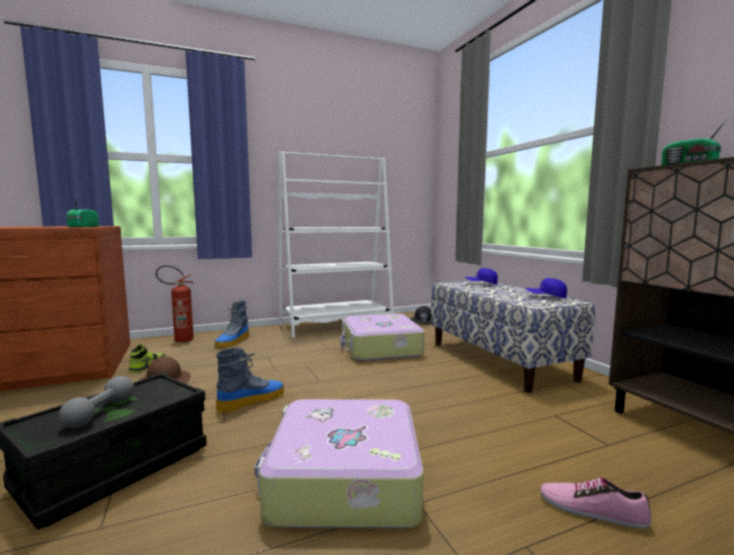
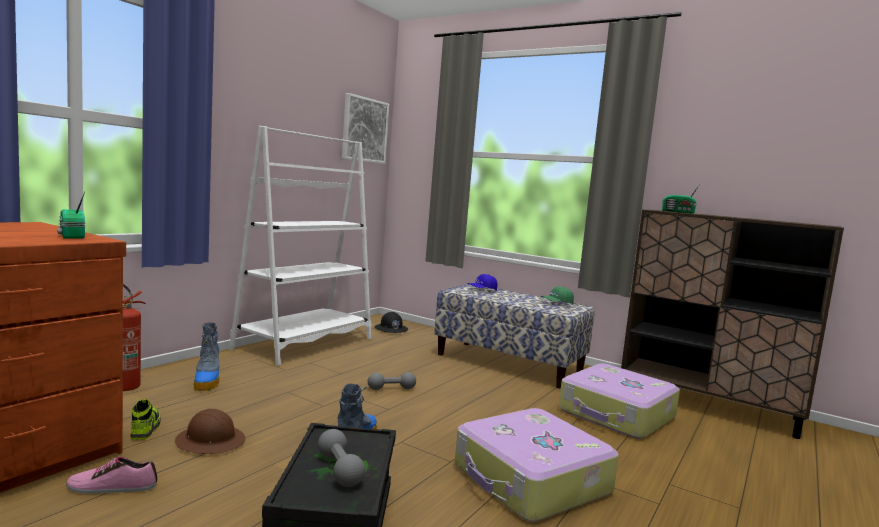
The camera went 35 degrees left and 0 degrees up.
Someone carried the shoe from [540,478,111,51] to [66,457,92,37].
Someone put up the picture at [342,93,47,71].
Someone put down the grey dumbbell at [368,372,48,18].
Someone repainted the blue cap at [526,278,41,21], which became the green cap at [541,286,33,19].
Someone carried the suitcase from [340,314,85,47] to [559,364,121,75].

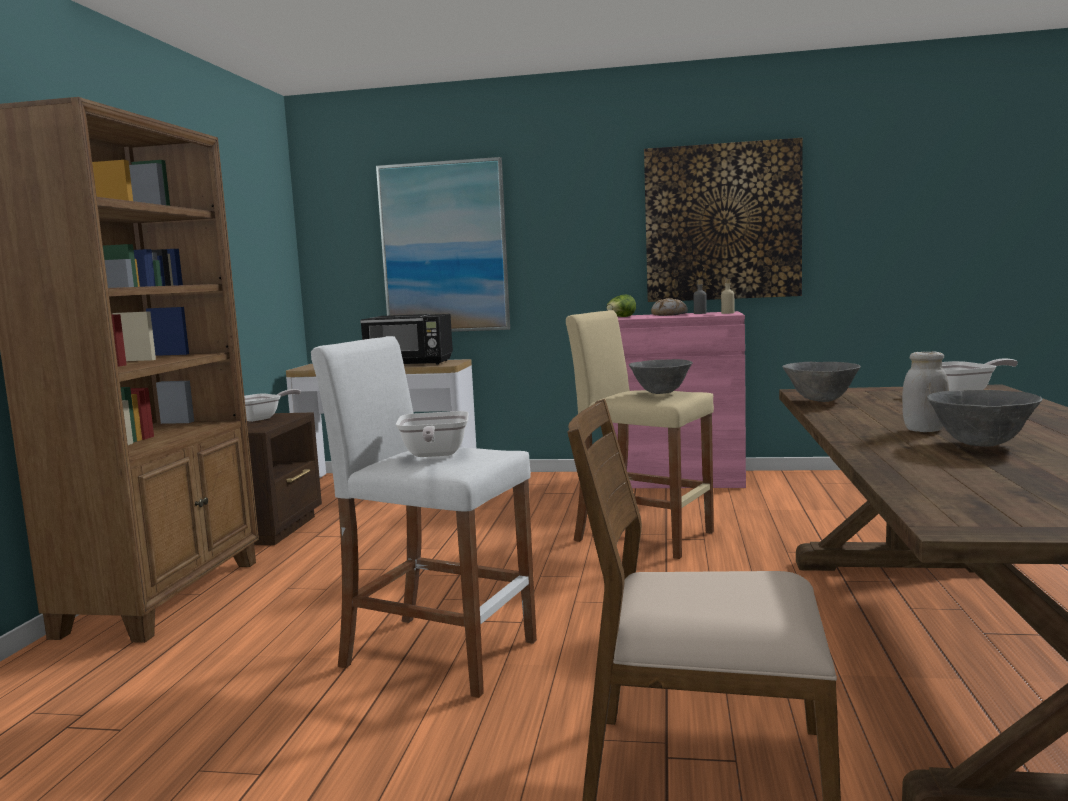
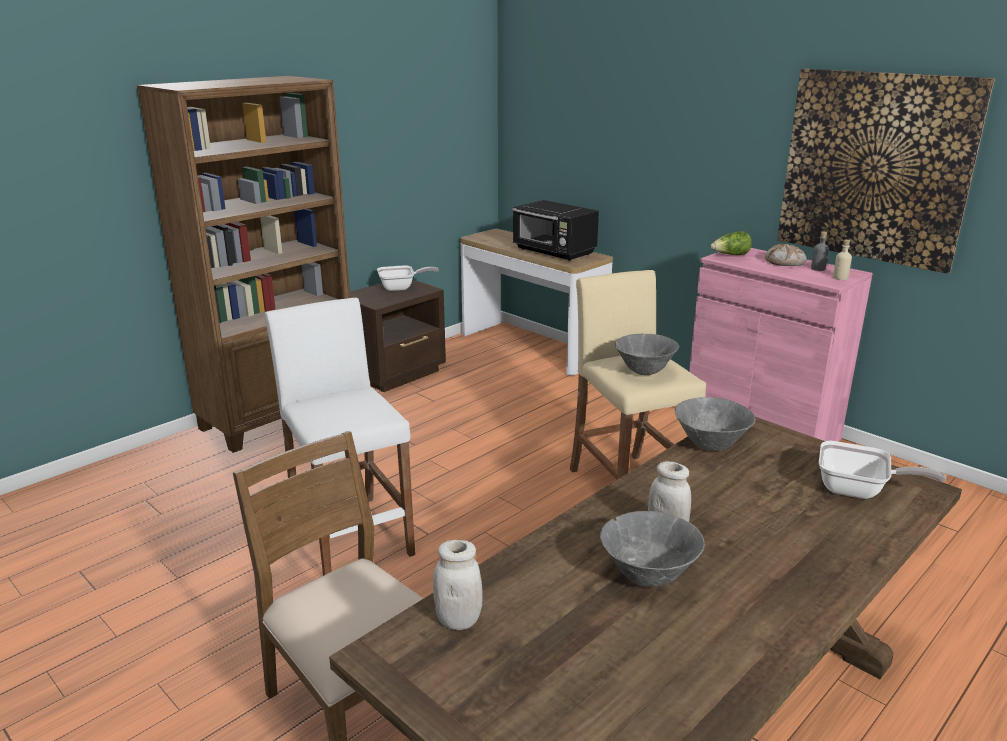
The camera went 35 degrees right and 15 degrees up.
Someone put down the white jar at [433,540,50,90].
Someone took away the picture at [376,157,134,175].
Someone took away the frying pan at [396,411,73,46].

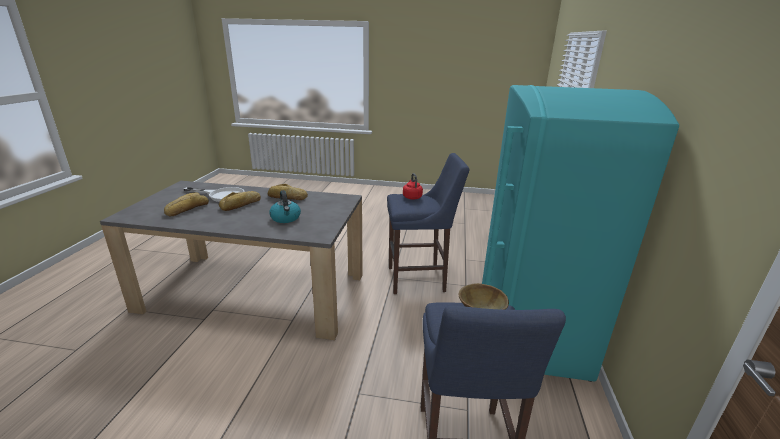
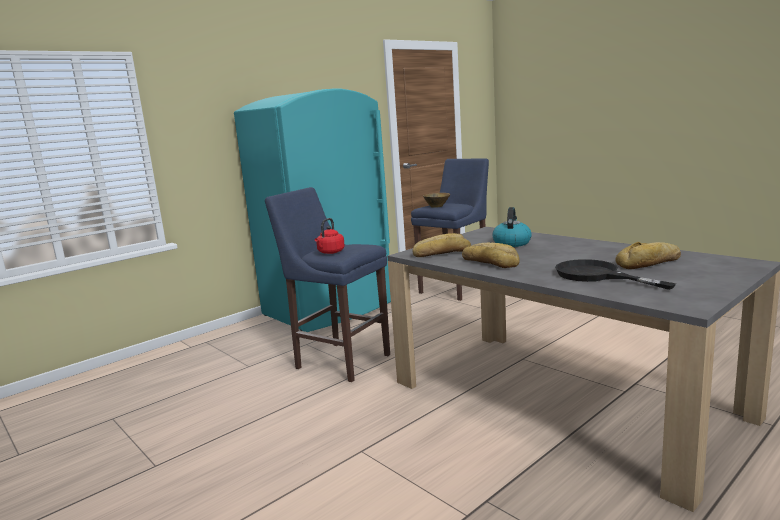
The camera went 140 degrees left and 10 degrees down.
Someone carried the bread from [219,191,42,20] to [412,233,59,24].
Someone repainted the white frying pan at [184,187,60,15], which became the black frying pan at [555,259,121,31].

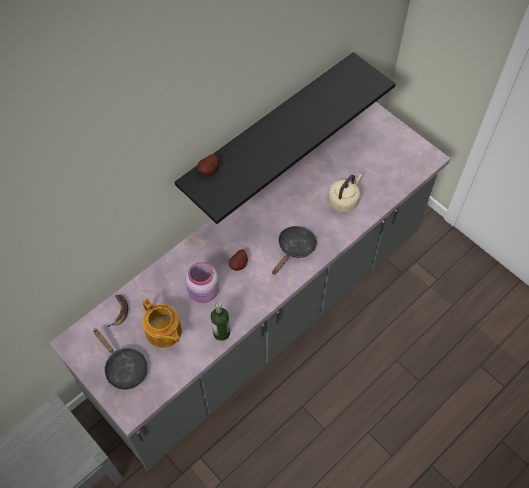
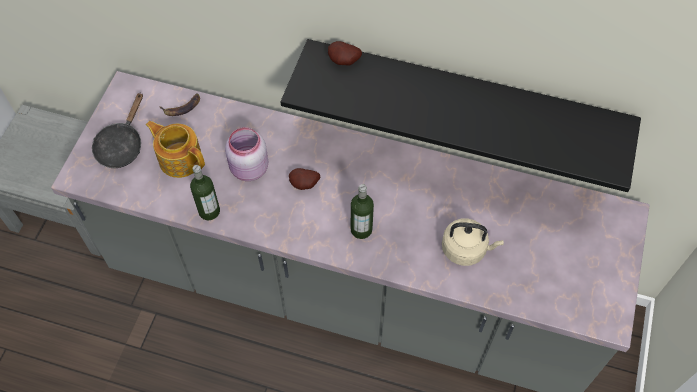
The camera went 60 degrees right and 0 degrees up.
Someone rotated the teapot at [142,299,40,49] by 105 degrees clockwise.
Someone swapped the black frying pan at [272,226,45,49] for the bottle at [351,184,23,55].

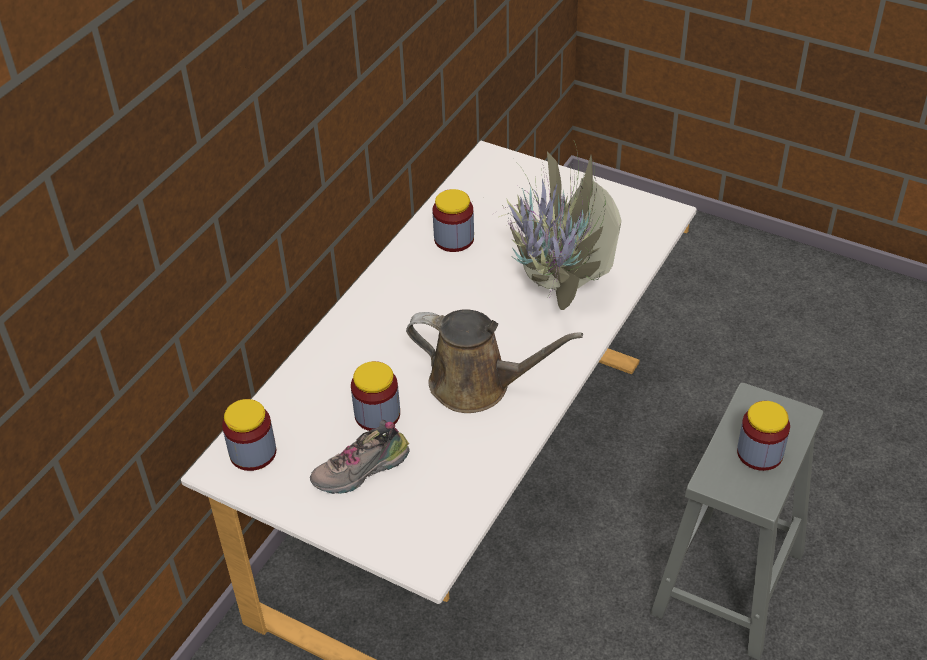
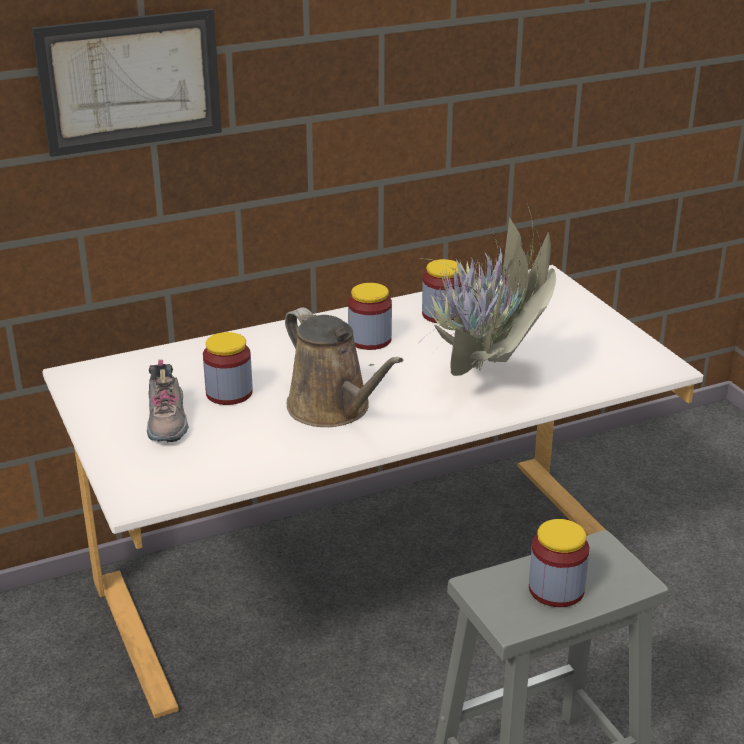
The camera went 35 degrees right and 15 degrees down.
Someone put up the picture at [32,8,190,149].
Someone rotated the shoe at [310,420,100,74] by 105 degrees counterclockwise.
Someone carried the jar from [222,399,54,72] to [348,283,44,67].

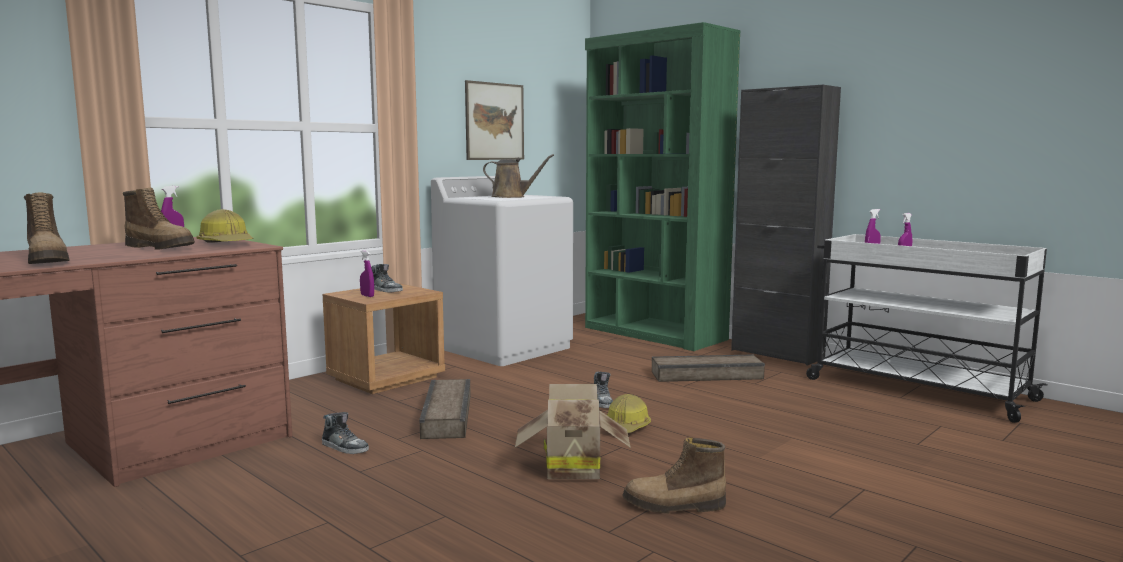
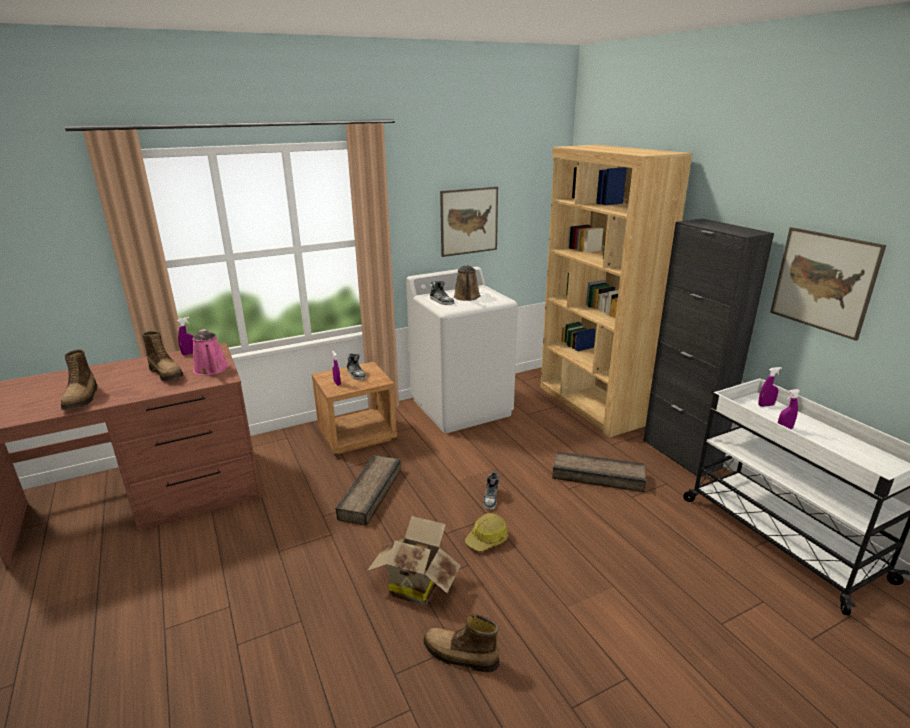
The camera went 20 degrees right and 15 degrees up.
Someone swapped the hard hat at [196,209,58,34] for the pink watering can at [192,329,37,47].
Someone carried the shoe from [322,412,47,42] to [430,281,24,24].
Someone rotated the brown watering can at [483,154,71,44] by 60 degrees clockwise.
Someone repainted the green bookcase at [585,22,155,329], which became the brown bookcase at [540,145,153,293].
Someone put up the picture at [770,227,116,114].

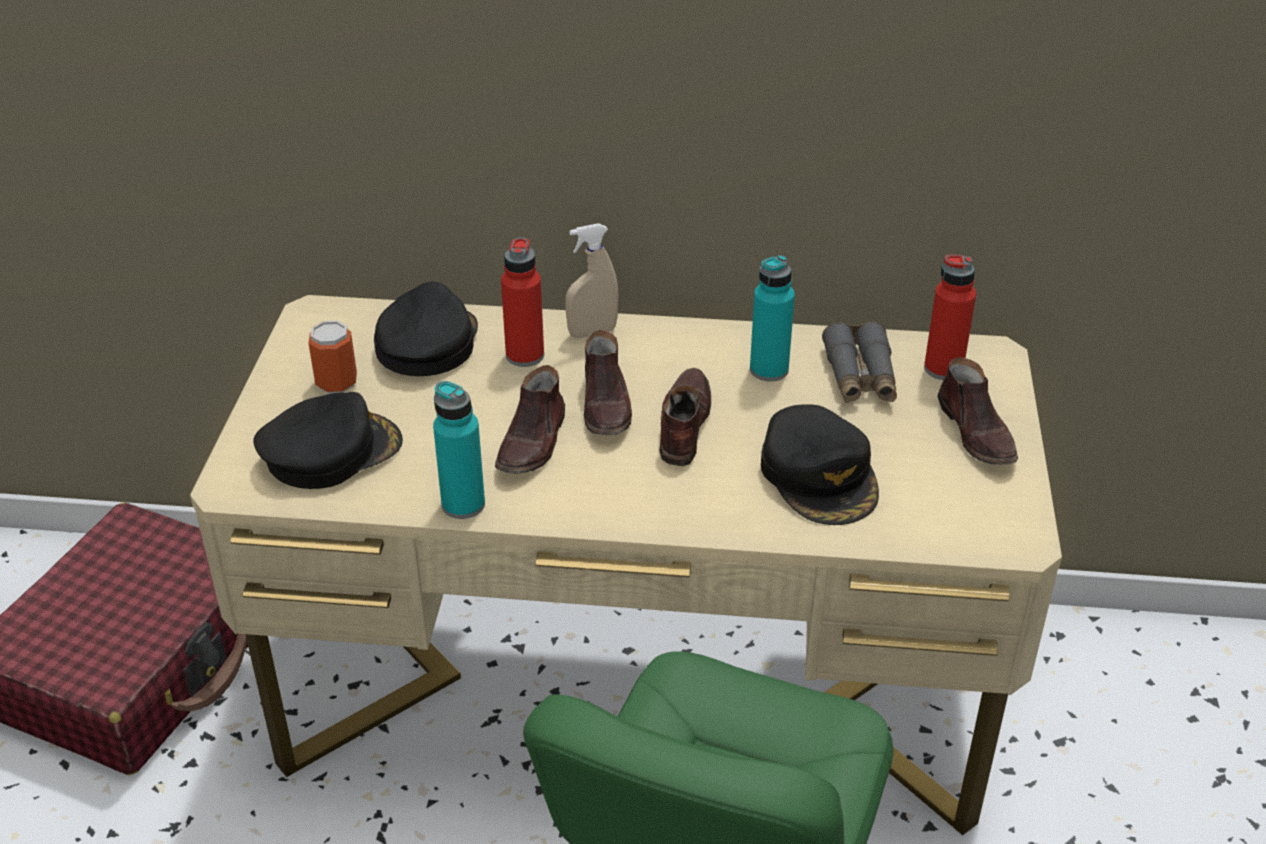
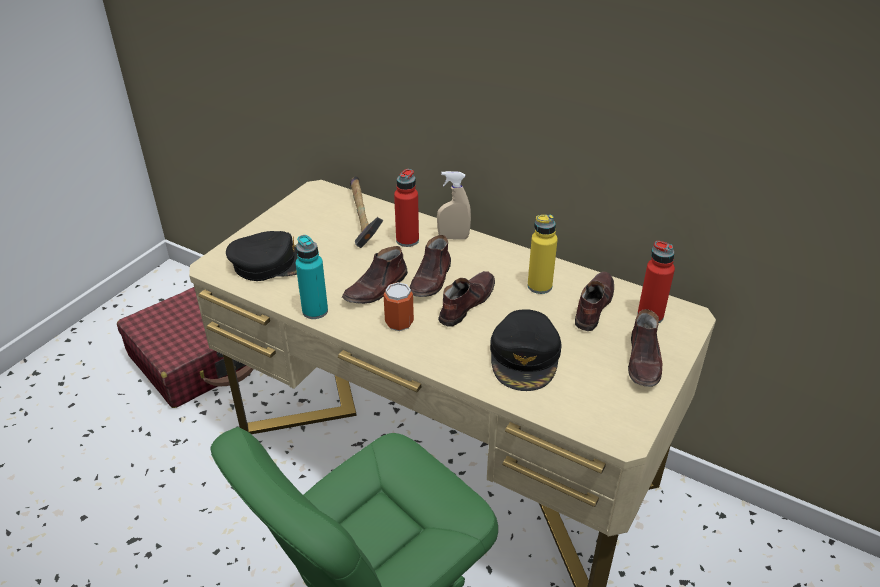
The camera went 25 degrees right and 0 degrees up.
Someone swapped the black cap at [374,282,104,94] for the hammer at [350,176,33,72].
Someone carried the can from [308,320,49,74] to [383,282,31,49].
Someone repainted the turquoise bottle at [750,255,45,126], which became the yellow bottle at [528,214,30,80].
Someone swapped the grey binoculars at [822,322,75,81] for the brown shoe at [575,272,39,59].

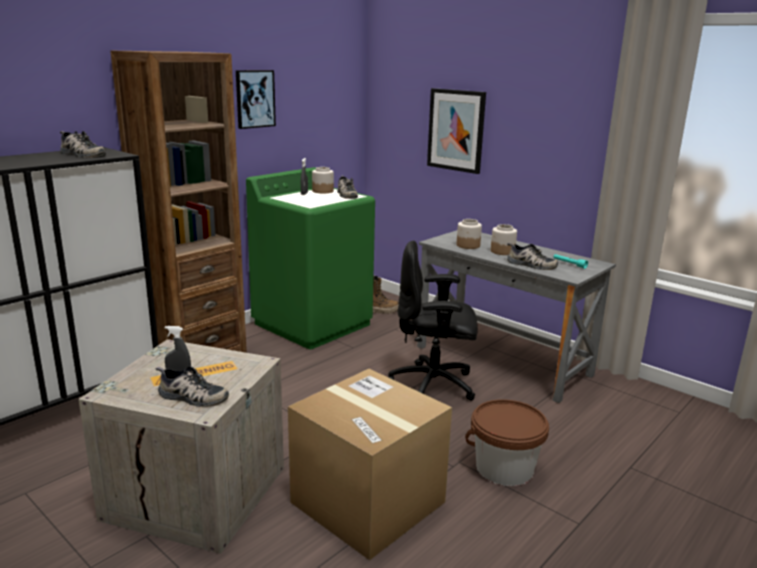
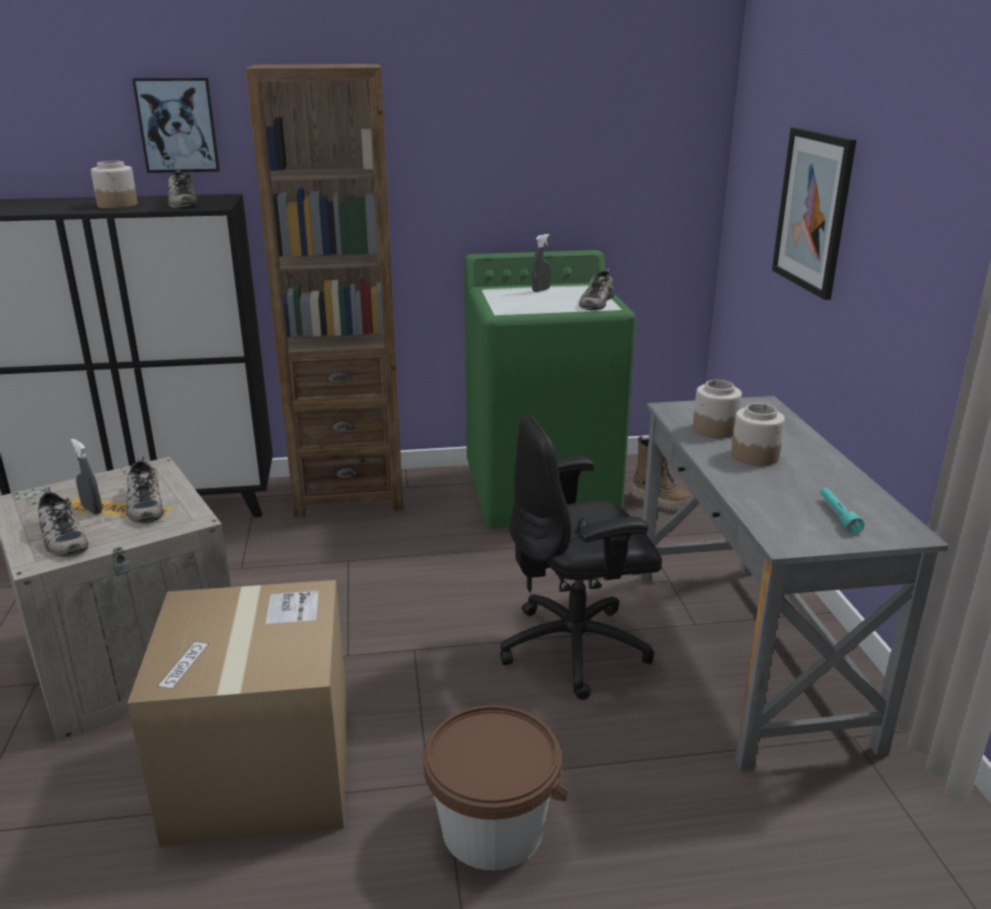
The camera went 40 degrees right and 5 degrees up.
Someone carried the jar from [312,167,22,26] to [91,161,47,48].
Someone carried the shoe from [507,243,51,27] to [126,456,38,67].
Someone carried the picture from [236,70,40,59] to [132,78,88,95].
Someone rotated the black office chair at [388,241,90,160] by 60 degrees counterclockwise.

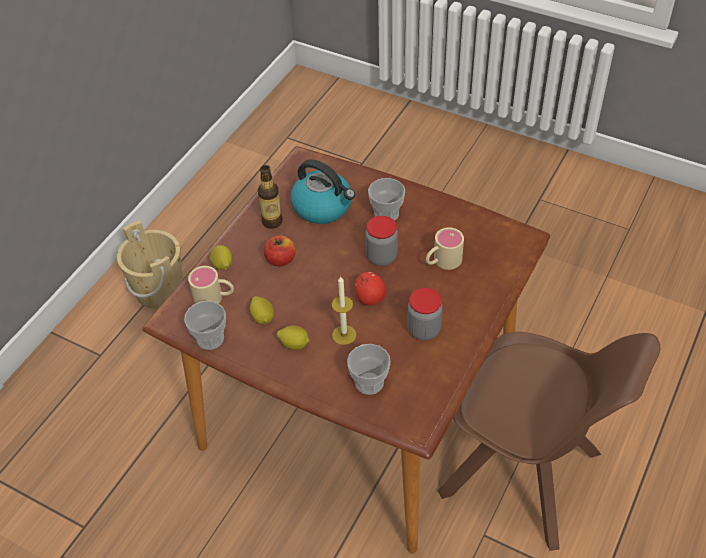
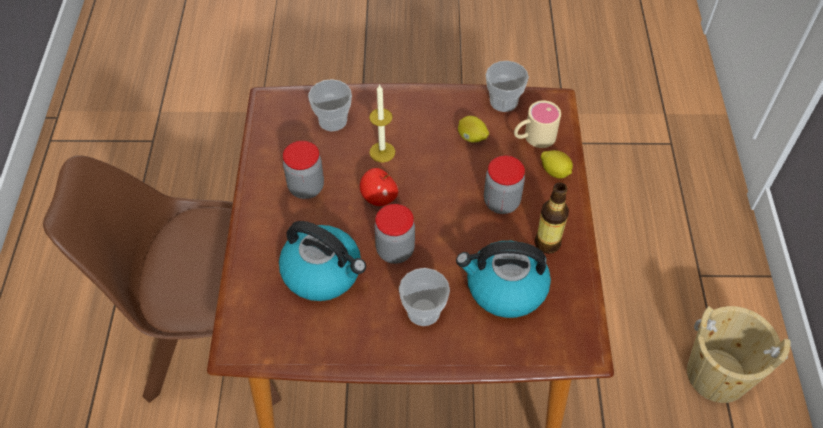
The camera went 150 degrees right and 5 degrees up.
Someone swapped the beige mug at [426,227,38,43] for the kettle at [279,221,87,80].
Someone swapped the apple at [264,236,32,30] for the jar at [484,155,41,59].
Someone took away the lemon at [277,325,32,25].

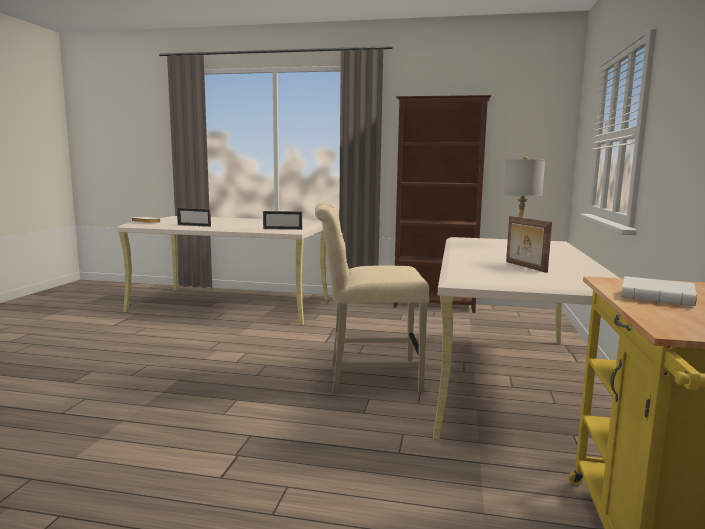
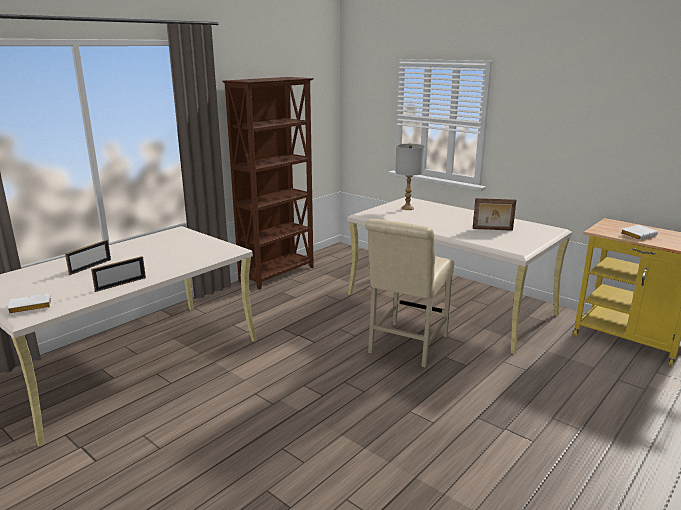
The camera went 60 degrees left and 10 degrees up.
Someone carried the picture frame from [263,211,39,19] to [65,240,46,35].

